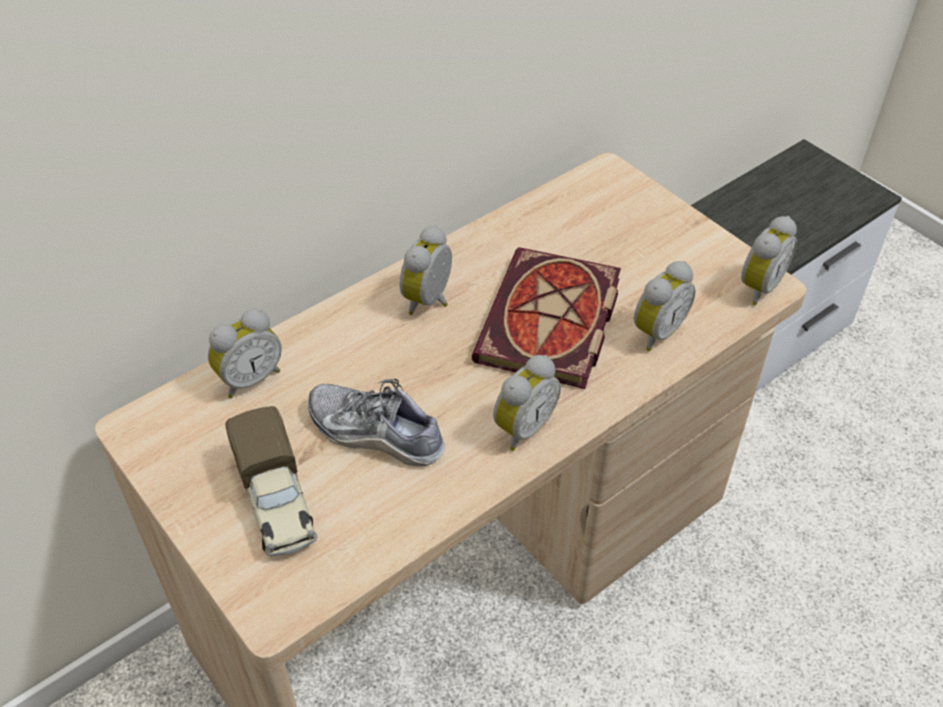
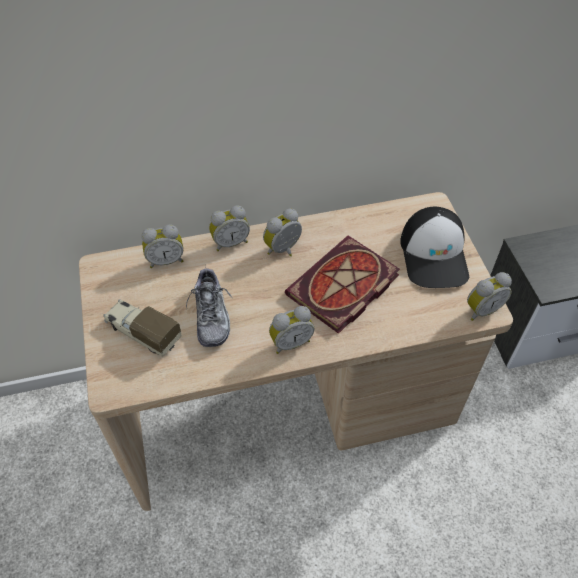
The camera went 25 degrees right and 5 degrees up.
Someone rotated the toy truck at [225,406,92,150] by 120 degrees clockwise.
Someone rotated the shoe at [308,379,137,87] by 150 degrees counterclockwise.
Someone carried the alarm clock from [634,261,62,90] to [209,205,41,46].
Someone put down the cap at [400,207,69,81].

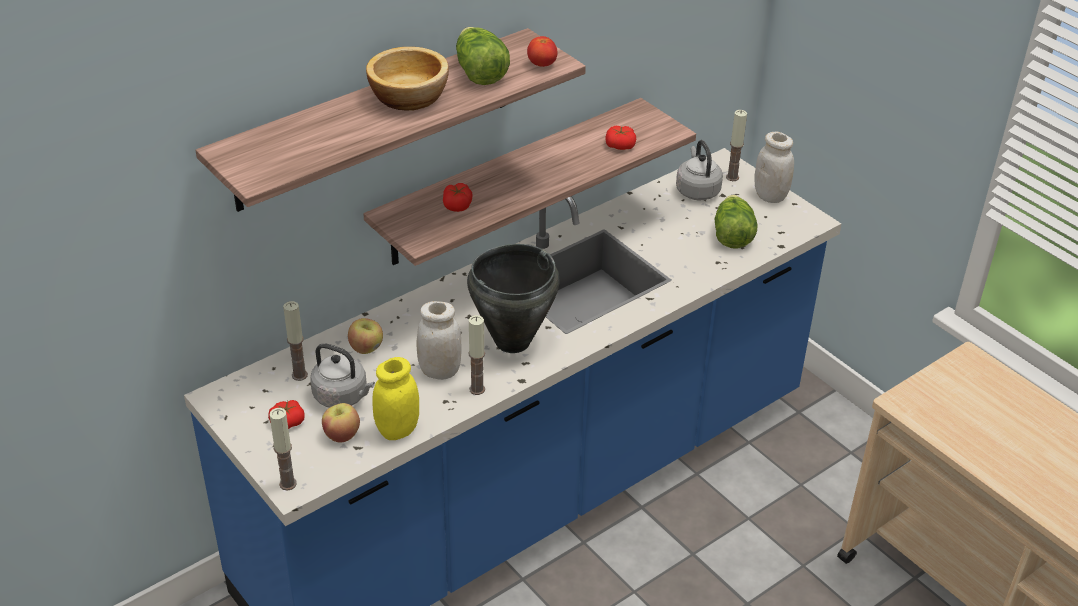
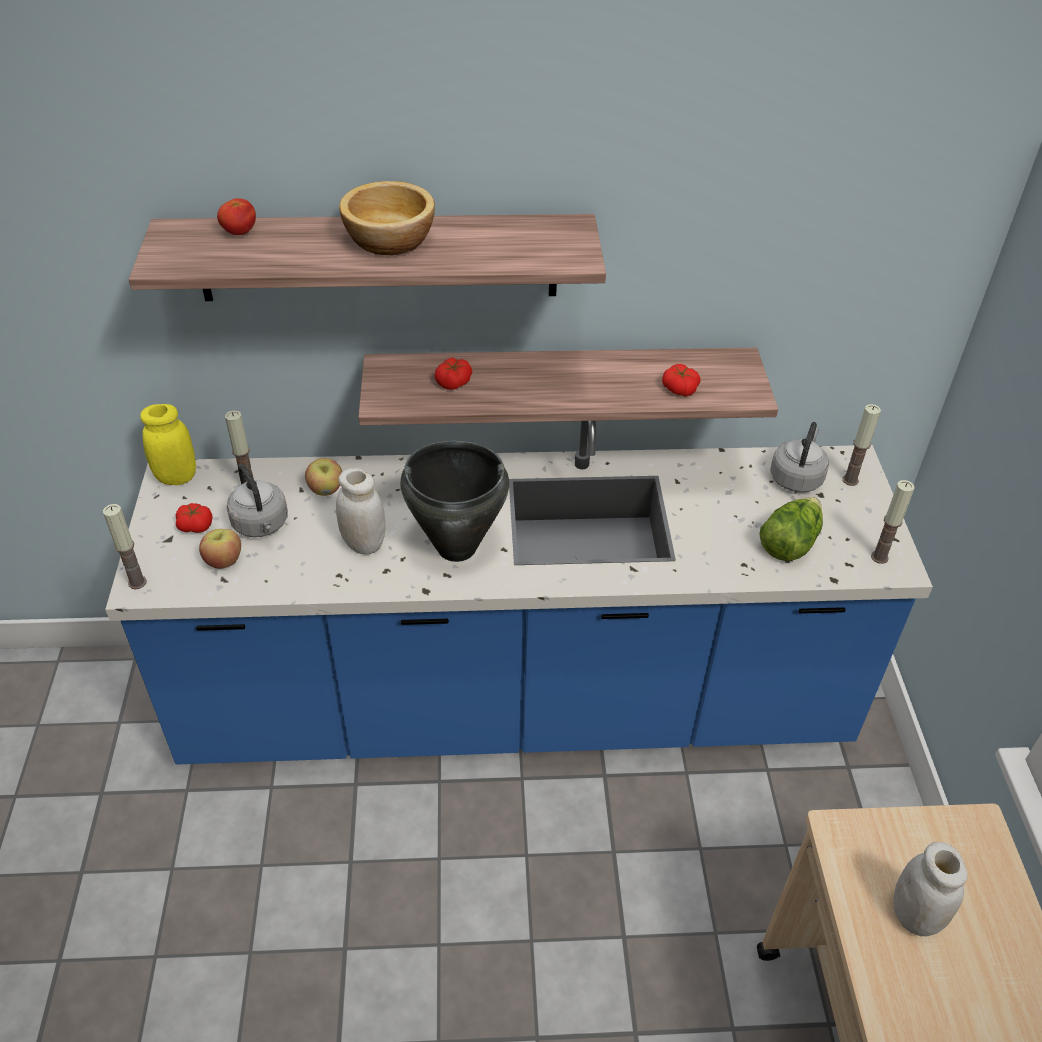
The camera went 35 degrees right and 5 degrees up.
Someone carried the yellow jar from [372,357,47,83] to [140,404,56,81].
Someone carried the tomato from [527,36,31,31] to [217,198,39,37].
Someone carried the candle from [468,315,17,80] to [871,480,44,84].
Someone carried the white jar from [754,132,40,71] to [894,842,74,94].
Someone took away the lettuce at [456,27,54,58].

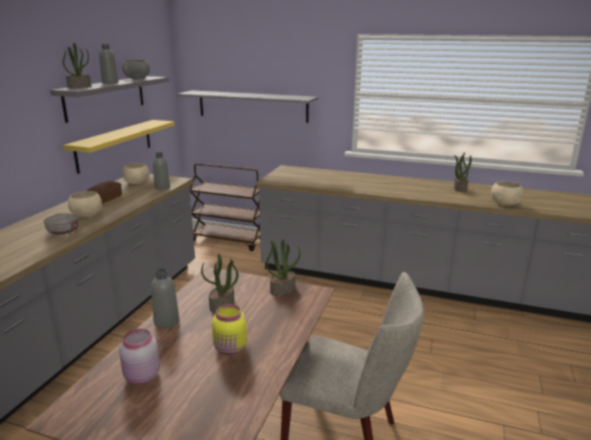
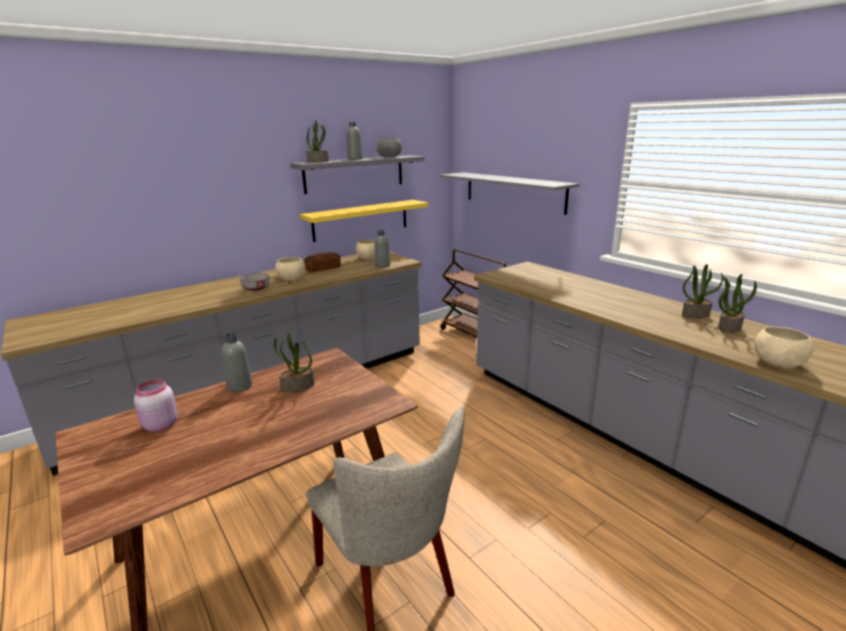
The camera went 35 degrees right and 0 degrees up.
Someone carried the potted plant from [266,240,34,56] to [682,264,41,54].
Someone took away the yellow jar at [212,304,35,51].

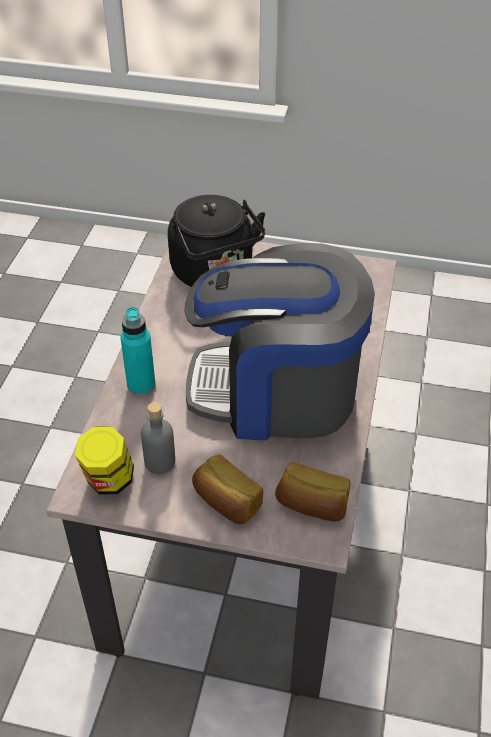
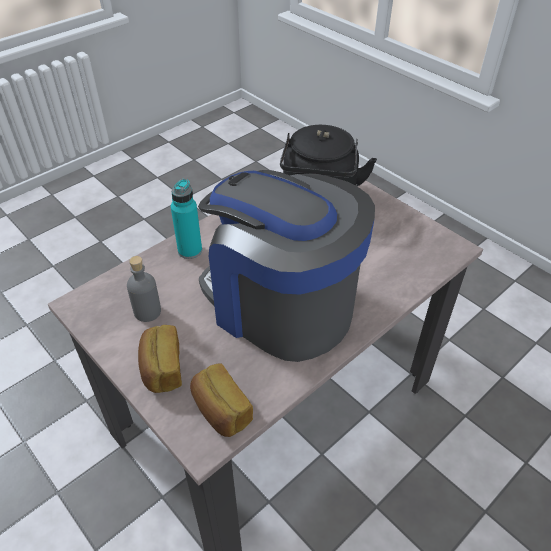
The camera went 35 degrees right and 0 degrees up.
Someone took away the jar at [75,426,59,68].

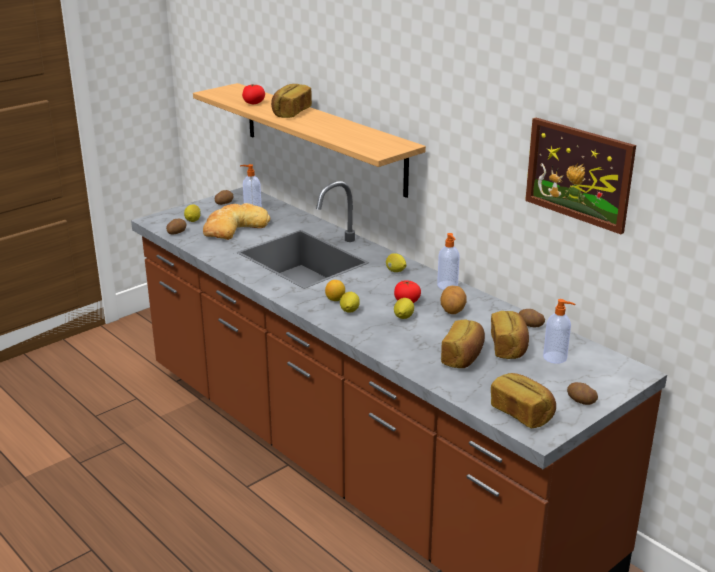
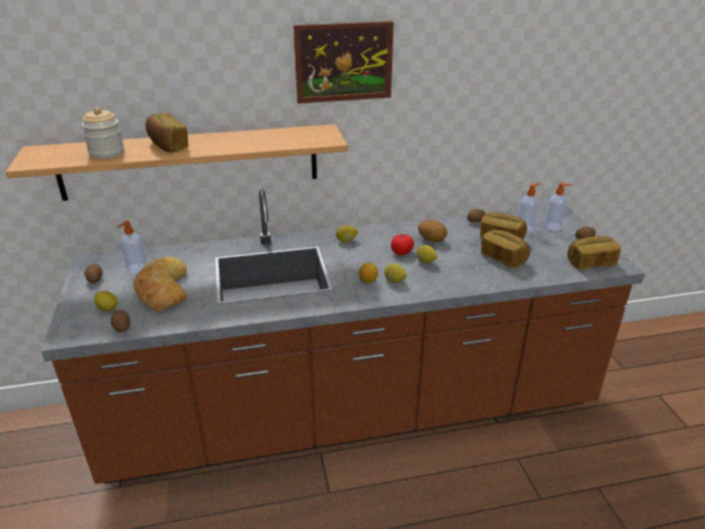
The camera went 60 degrees left and 5 degrees up.
Someone swapped the tomato at [242,84,23,20] for the jar at [81,107,43,52].
Someone carried the picture from [525,117,111,117] to [293,21,101,83].
Someone carried the soap dispenser from [437,233,23,57] to [544,183,29,48].

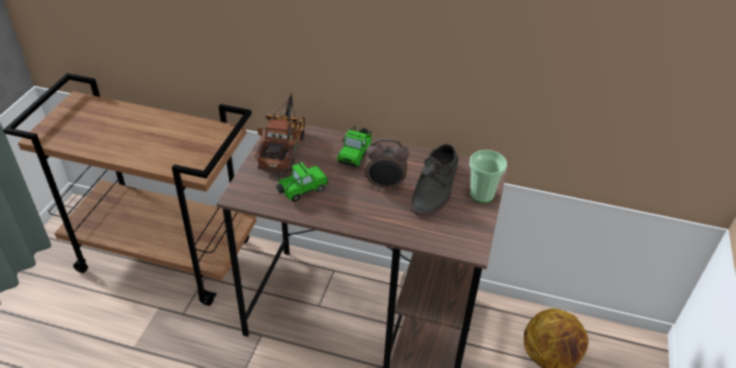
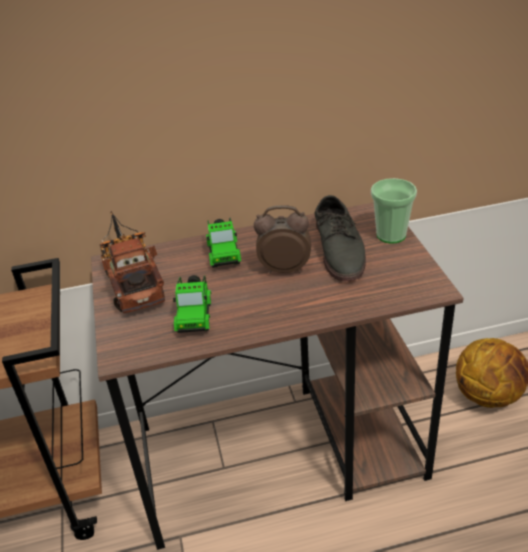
The camera went 25 degrees left and 5 degrees down.
Someone rotated the toy car at [276,162,52,40] by 150 degrees clockwise.
Someone rotated the alarm clock at [365,138,44,51] by 150 degrees counterclockwise.

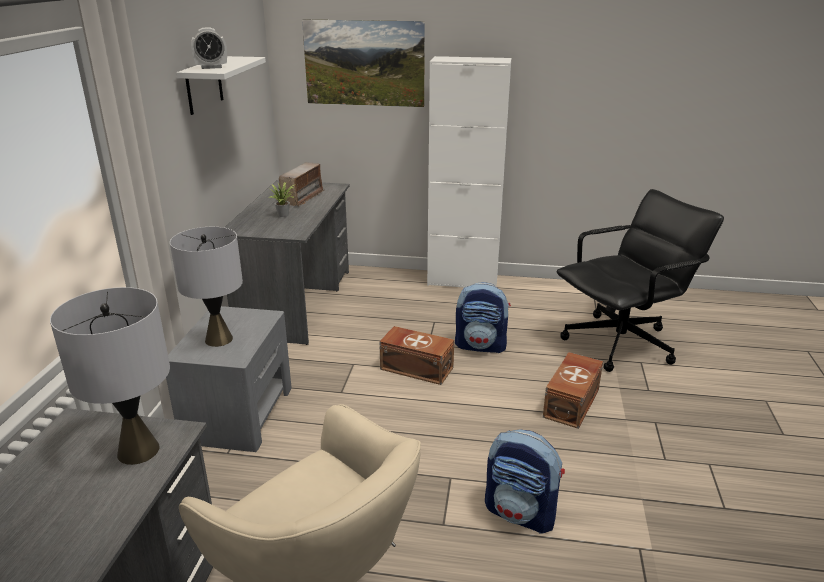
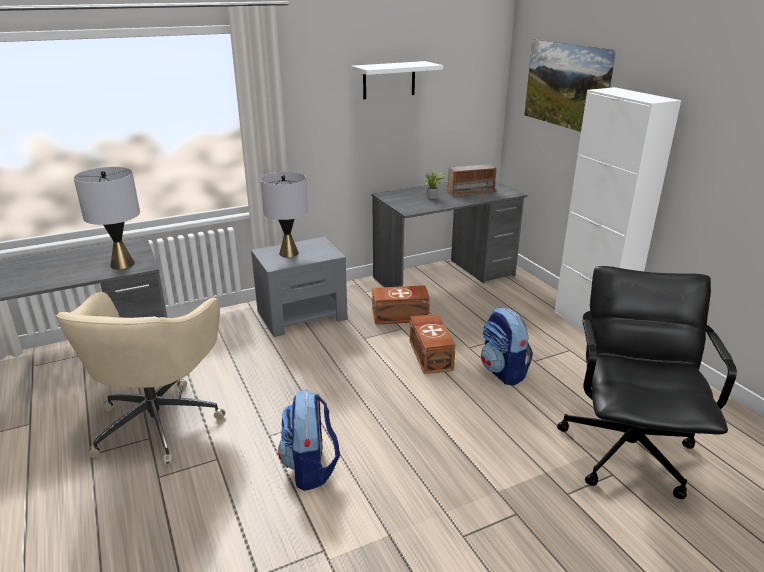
The camera went 55 degrees right and 0 degrees up.
Someone carried the brown storage box from [543,352,60,77] to [372,285,58,40].
Someone rotated the black office chair at [557,189,167,183] by 105 degrees counterclockwise.
Someone took away the alarm clock at [191,27,36,42].

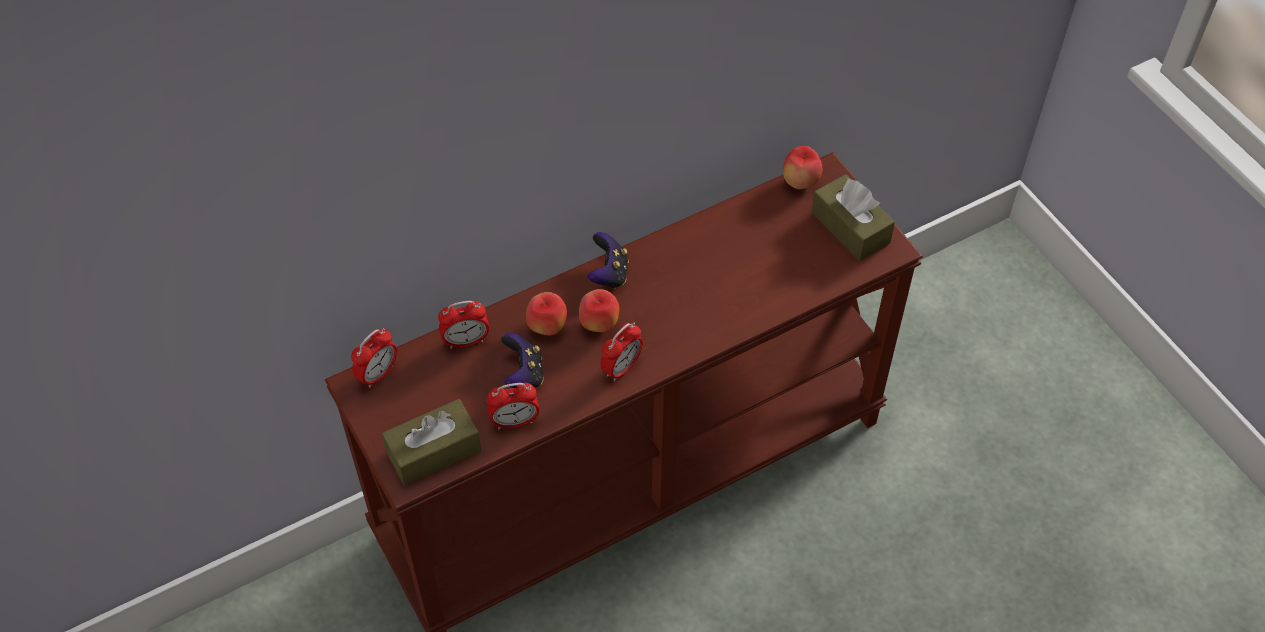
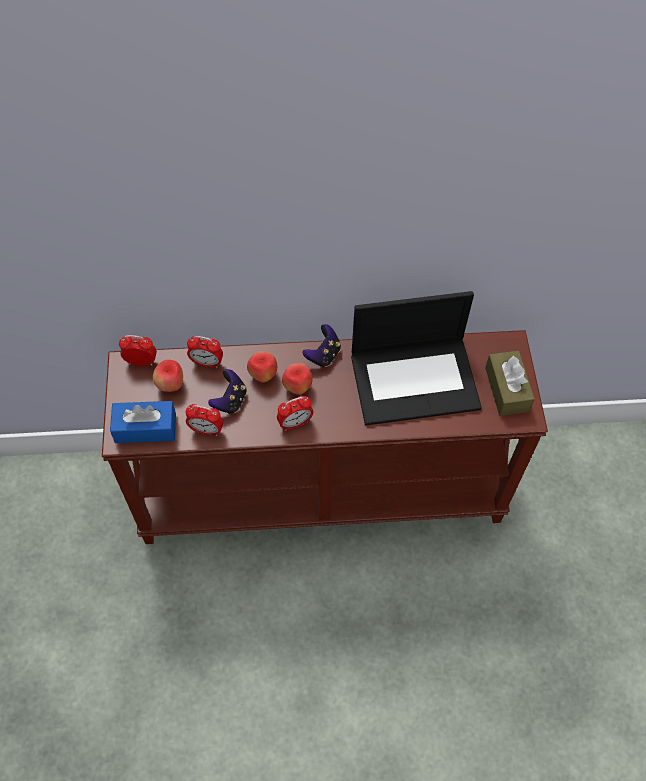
The camera went 25 degrees right and 5 degrees up.
Someone repainted the brown tissue box at [382,399,99,87], which became the blue tissue box at [110,401,66,42].
Someone rotated the alarm clock at [351,328,46,60] by 150 degrees counterclockwise.
Someone carried the apple from [783,146,39,43] to [153,360,30,32].
Someone put down the laptop at [351,291,131,134].

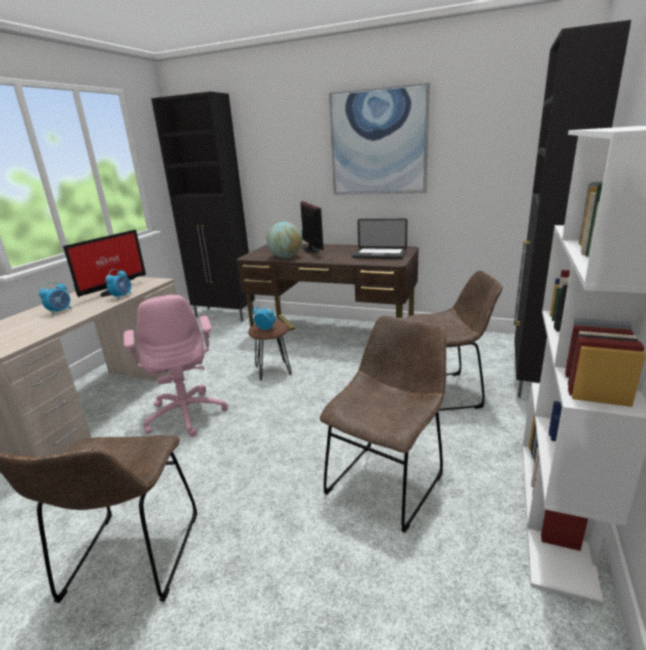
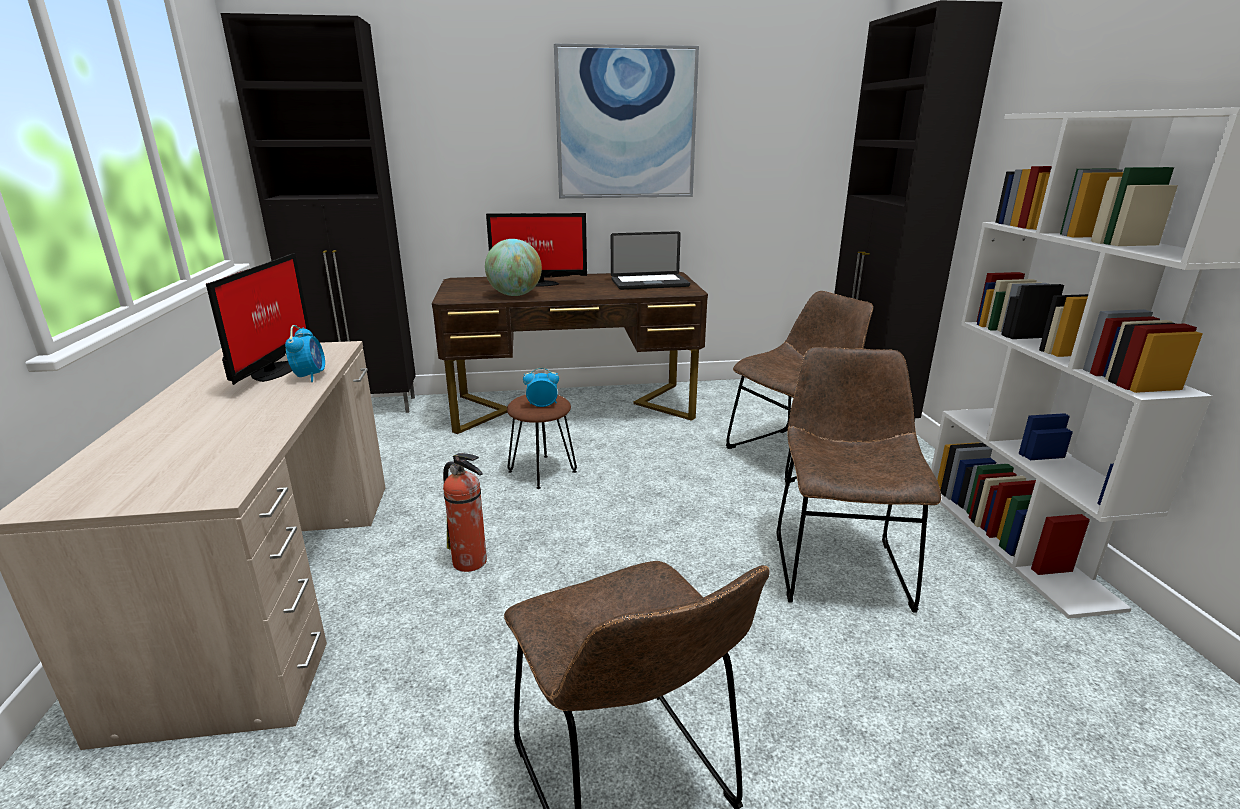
The camera went 30 degrees left and 0 degrees up.
Someone swapped the pink office chair at [124,295,104,142] for the fire extinguisher at [443,453,44,119].
Someone rotated the monitor at [300,201,23,52] by 135 degrees clockwise.
Someone took away the alarm clock at [39,282,32,34].

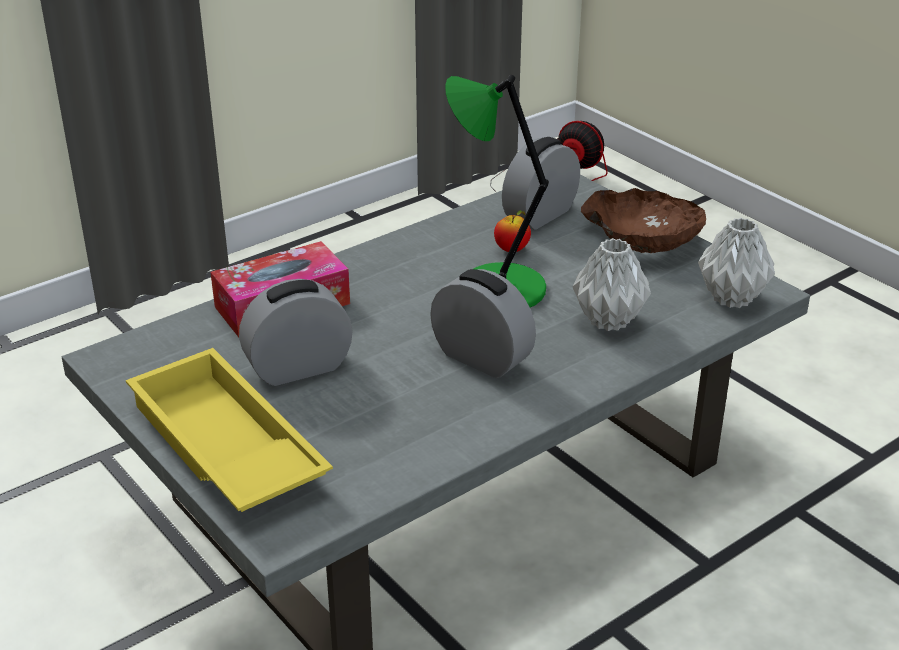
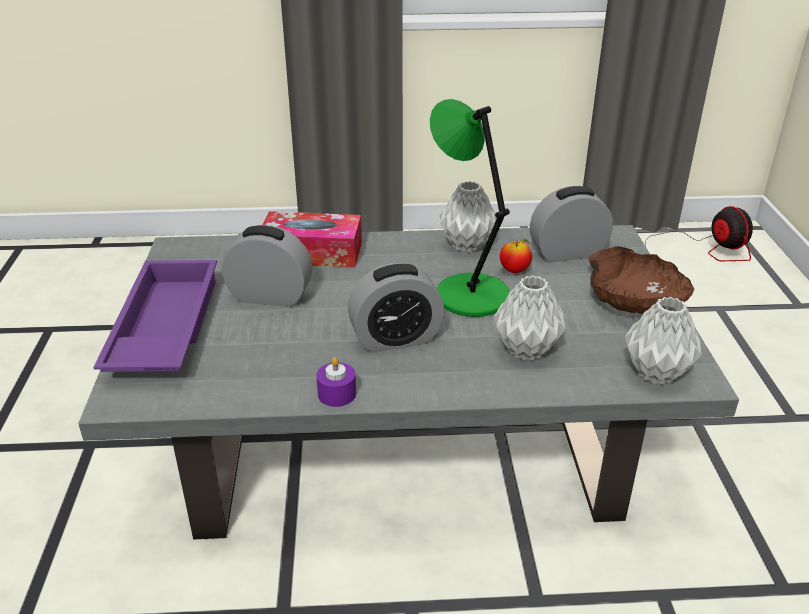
The camera went 35 degrees right and 0 degrees up.
Someone repainted the yellow tray at [126,348,207,164], which became the purple tray at [93,260,124,112].
Someone put down the purple candle at [316,357,40,50].
Someone rotated the alarm clock at [430,269,106,109] by 90 degrees clockwise.
Someone put down the grey vase at [439,181,58,71].

